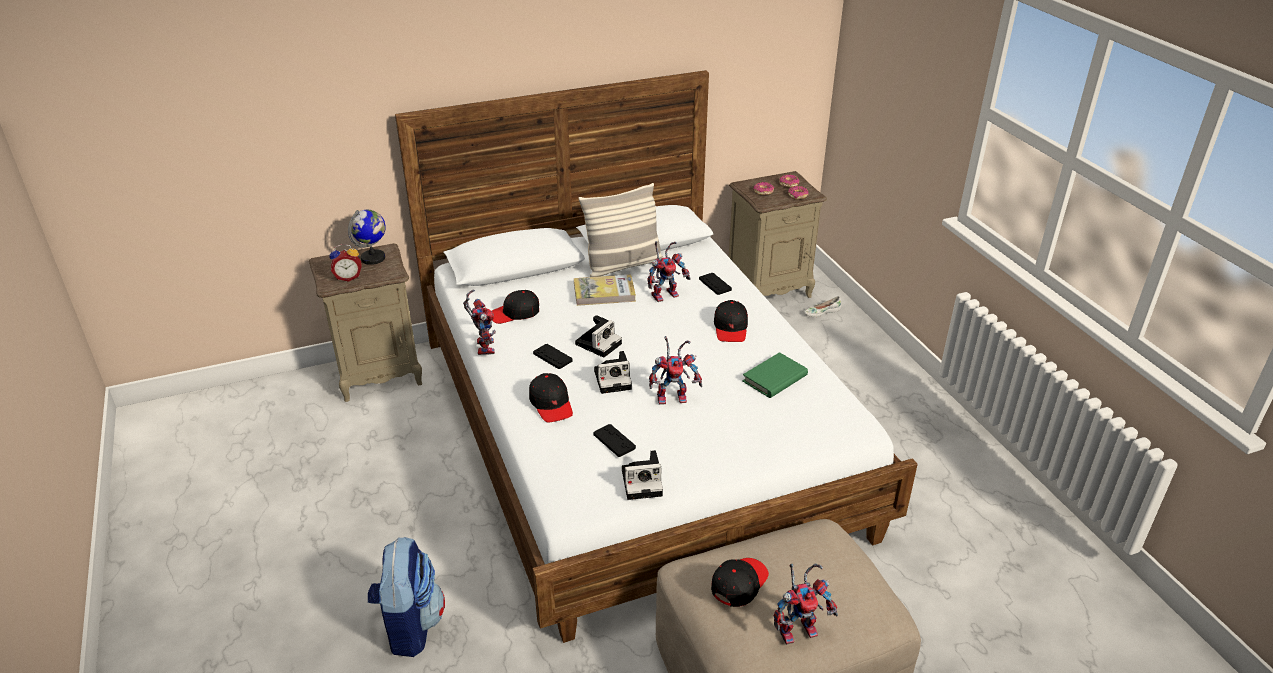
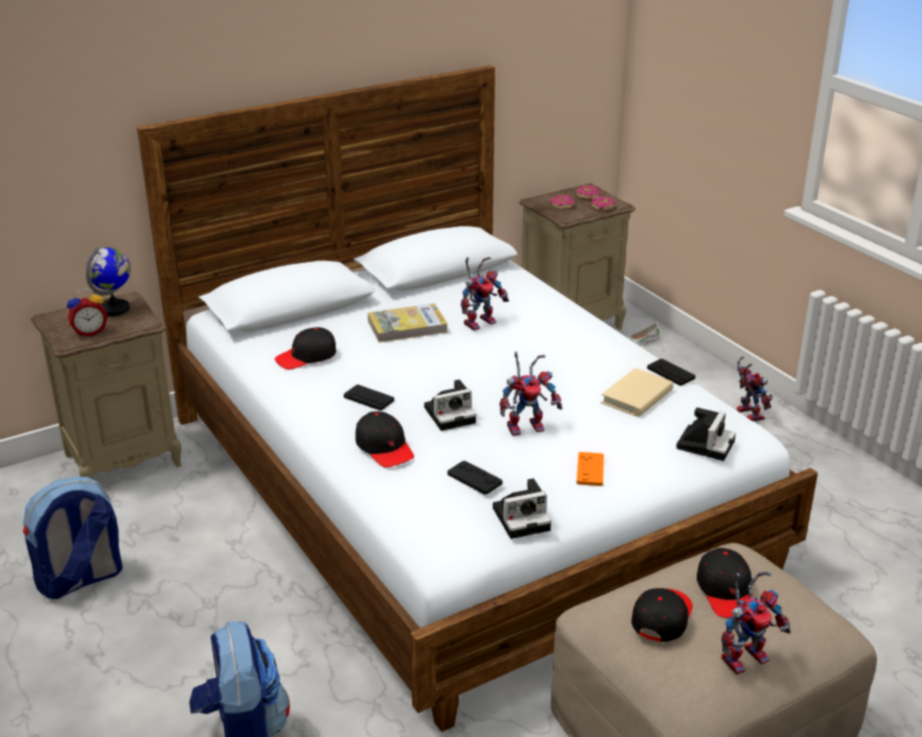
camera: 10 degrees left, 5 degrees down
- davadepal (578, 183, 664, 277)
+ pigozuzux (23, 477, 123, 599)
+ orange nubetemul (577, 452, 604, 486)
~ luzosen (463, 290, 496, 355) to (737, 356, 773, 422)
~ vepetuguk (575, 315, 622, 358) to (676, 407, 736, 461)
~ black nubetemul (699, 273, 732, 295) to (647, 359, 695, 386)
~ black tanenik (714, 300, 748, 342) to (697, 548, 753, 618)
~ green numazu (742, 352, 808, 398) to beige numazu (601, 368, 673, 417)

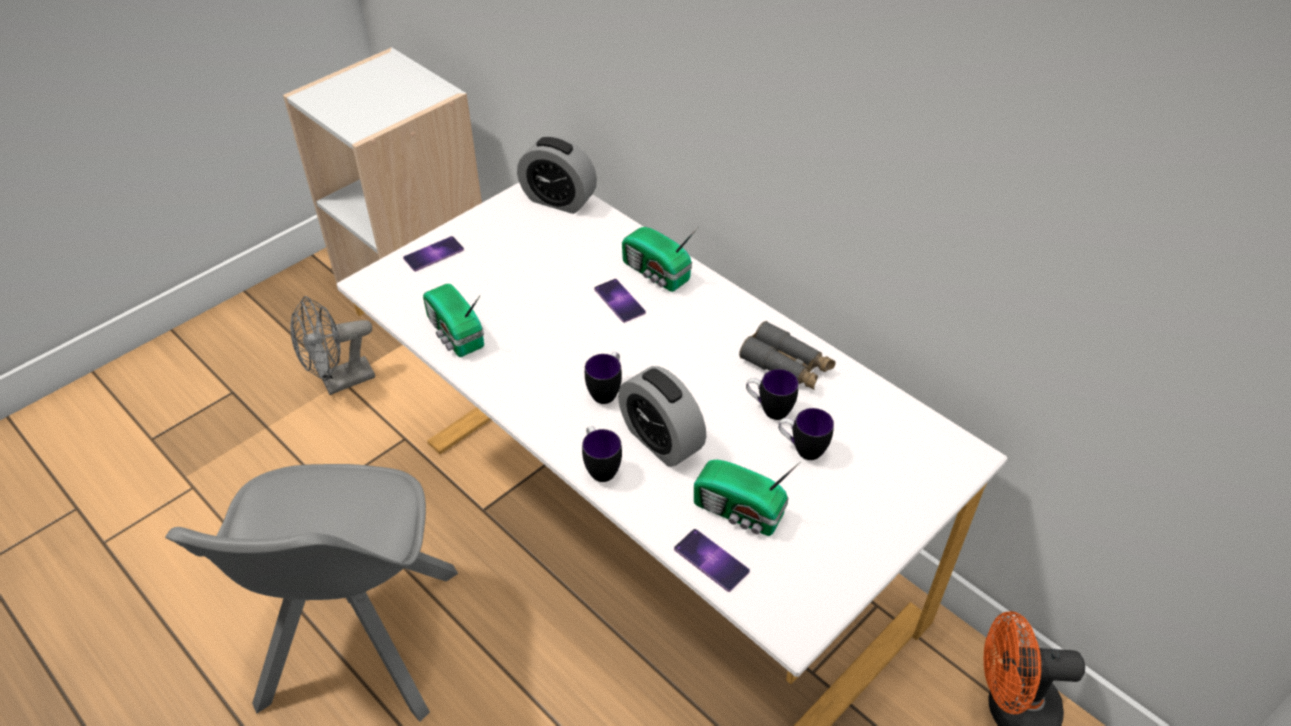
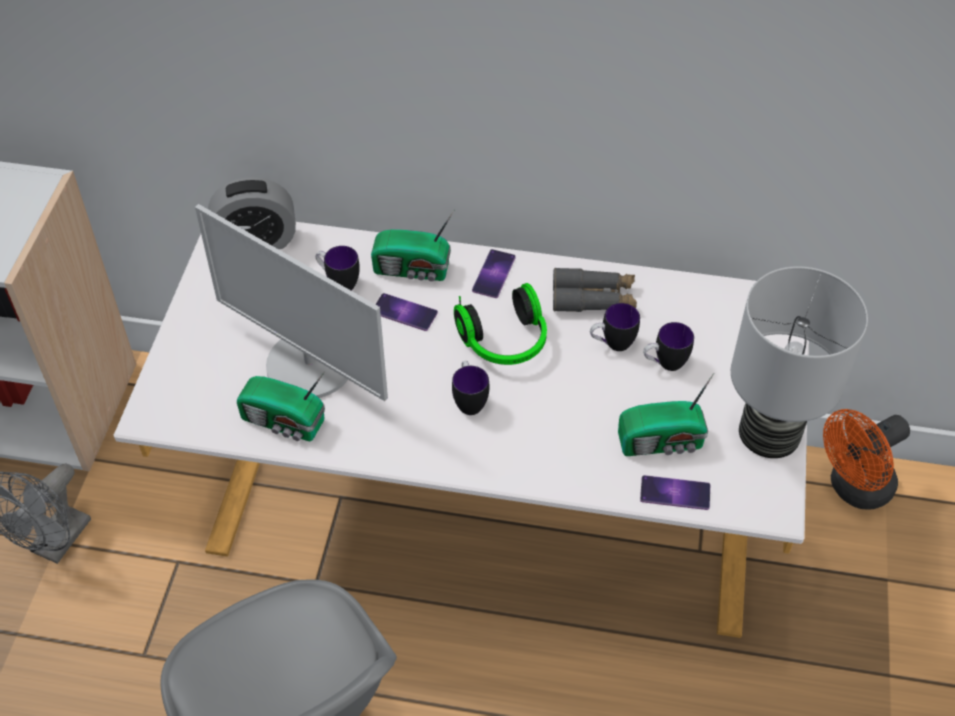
camera: 35 degrees left, 5 degrees up
- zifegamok (618, 366, 706, 467)
+ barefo (195, 204, 388, 401)
+ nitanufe (454, 283, 547, 365)
+ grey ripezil (731, 266, 868, 458)
~ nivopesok (403, 236, 464, 271) to (472, 249, 515, 298)
~ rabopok (582, 426, 622, 482) to (316, 246, 360, 290)

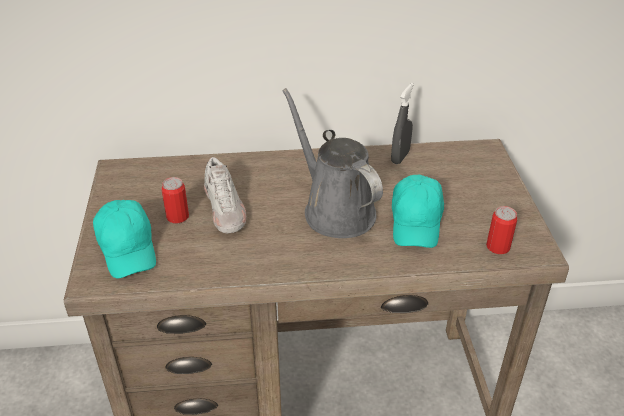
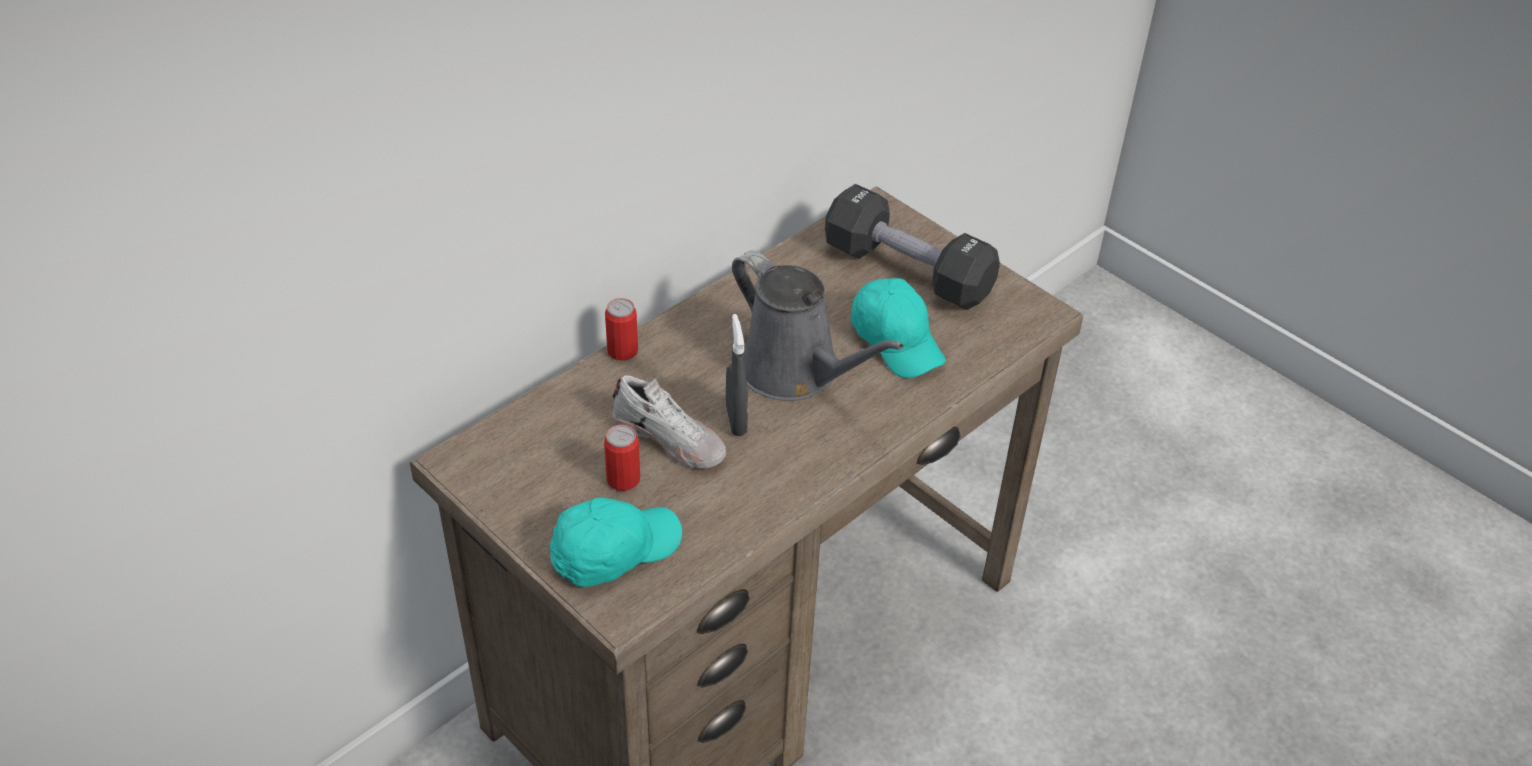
camera: 40 degrees left, 5 degrees up
+ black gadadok (825, 184, 1000, 310)
~ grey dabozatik (391, 83, 414, 164) to (726, 314, 748, 436)
~ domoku (486, 206, 517, 254) to (605, 298, 638, 360)
~ turquoise tanenik (93, 200, 156, 278) = (549, 497, 682, 587) 60 degrees counterclockwise
~ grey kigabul (282, 88, 383, 238) = (732, 250, 904, 401) 150 degrees counterclockwise

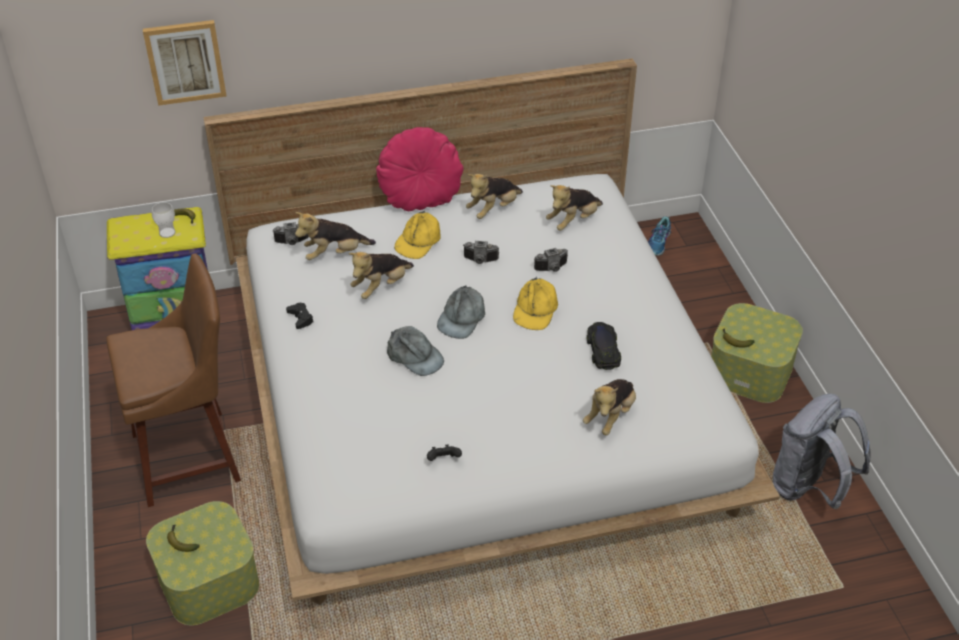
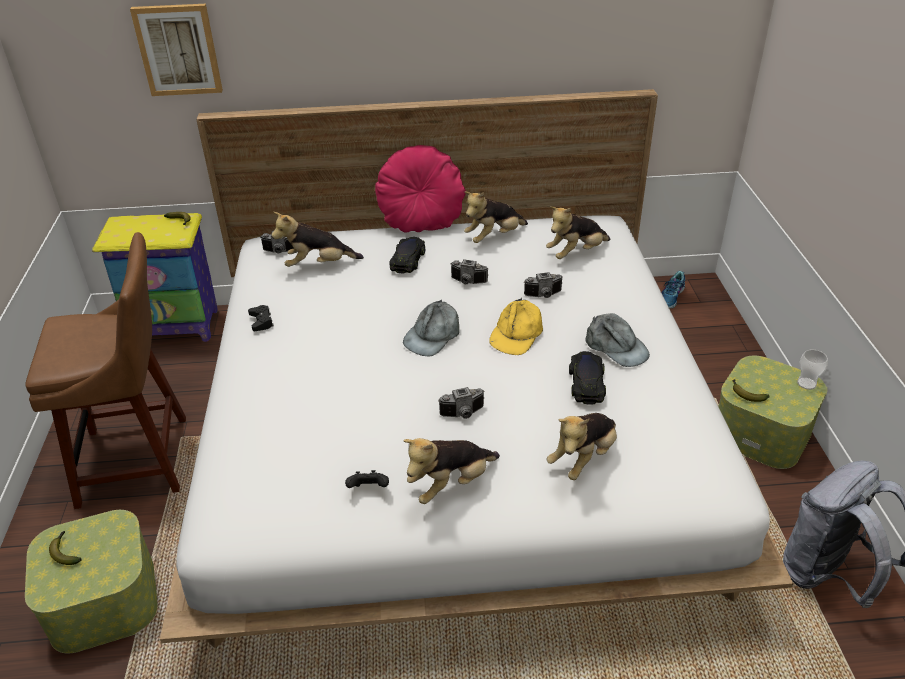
camera: 10 degrees right, 5 degrees down
+ vepetuguk (438, 387, 484, 419)
~ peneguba (152, 202, 176, 238) to (797, 350, 828, 390)
~ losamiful (349, 252, 414, 299) to (403, 438, 500, 504)
~ grey tanenik (387, 326, 444, 376) to (585, 313, 650, 367)
~ yellow tanenik (394, 211, 441, 259) to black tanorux (389, 237, 425, 273)

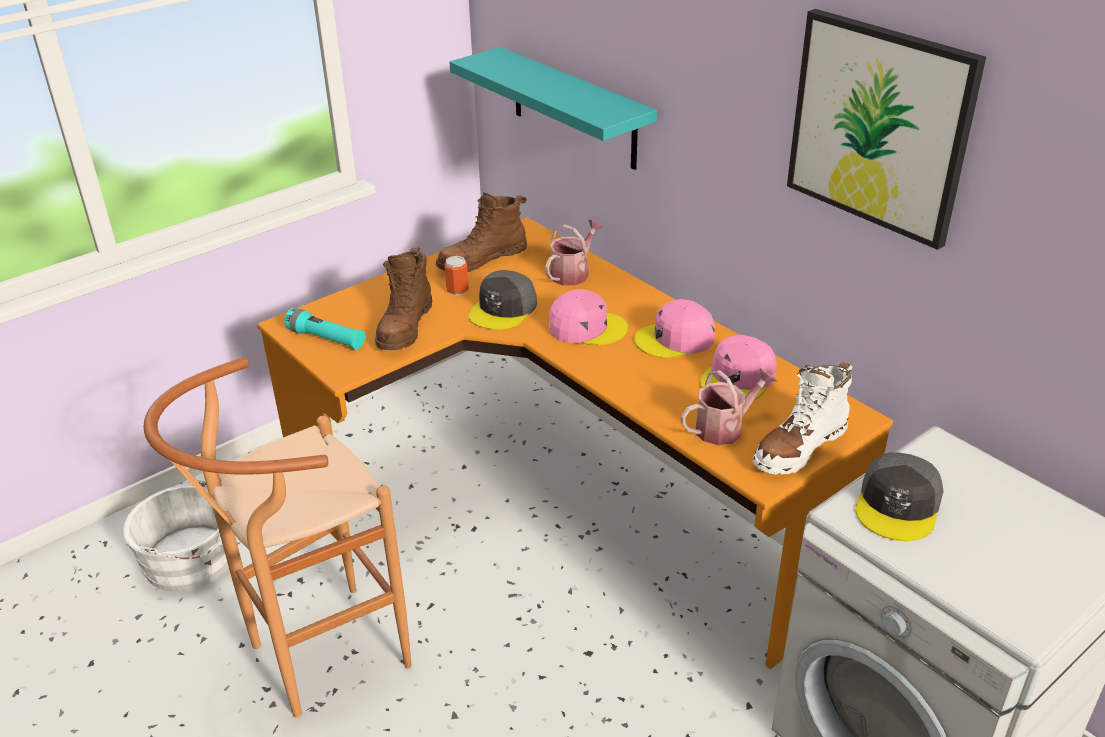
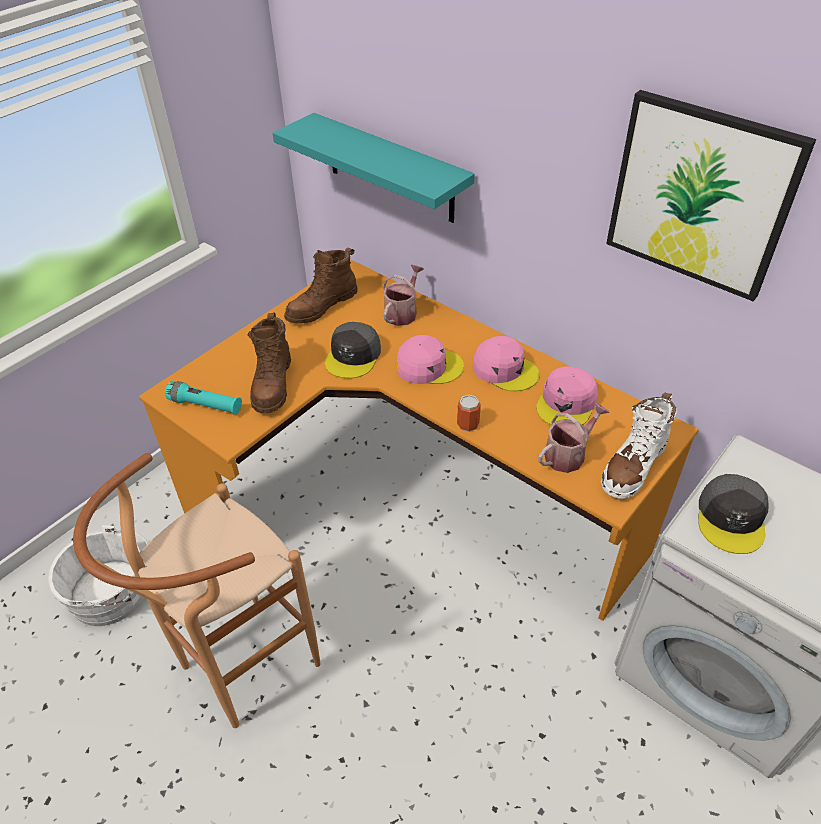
camera: 10 degrees left, 10 degrees up
~ domoku (444, 256, 469, 295) to (457, 395, 481, 432)
~ pink tanenik (634, 299, 715, 358) = (473, 336, 540, 391) 120 degrees counterclockwise

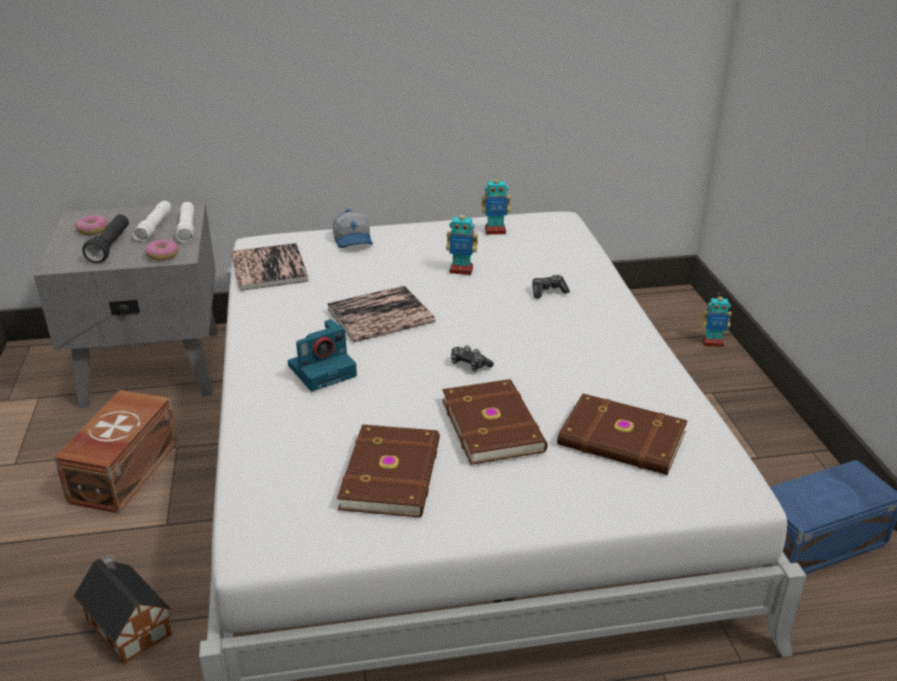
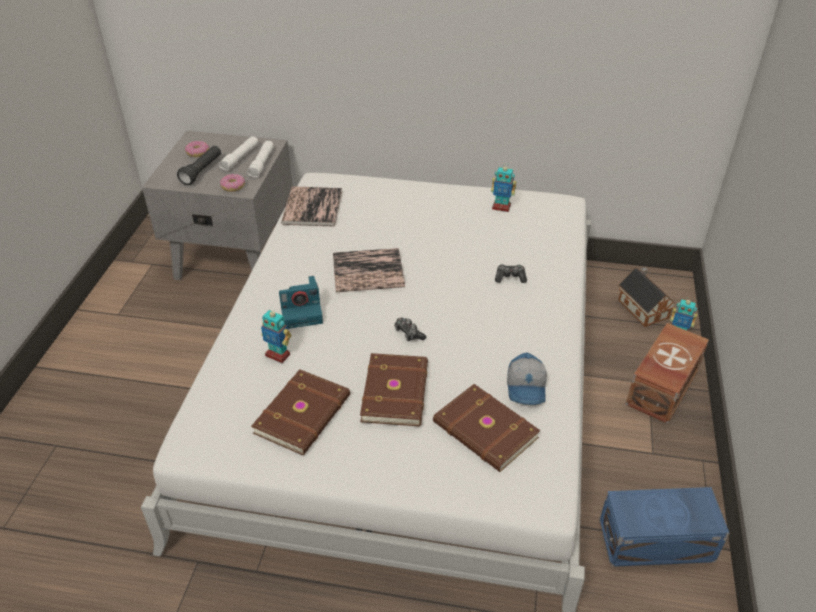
camera: 20 degrees right, 10 degrees up
~ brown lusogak (54, 390, 178, 513) to (626, 323, 709, 424)
~ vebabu (73, 555, 172, 665) to (619, 267, 676, 327)
~ tanenik (333, 209, 373, 248) to (507, 352, 547, 405)
~ luzosen (446, 209, 478, 275) to (261, 308, 291, 363)

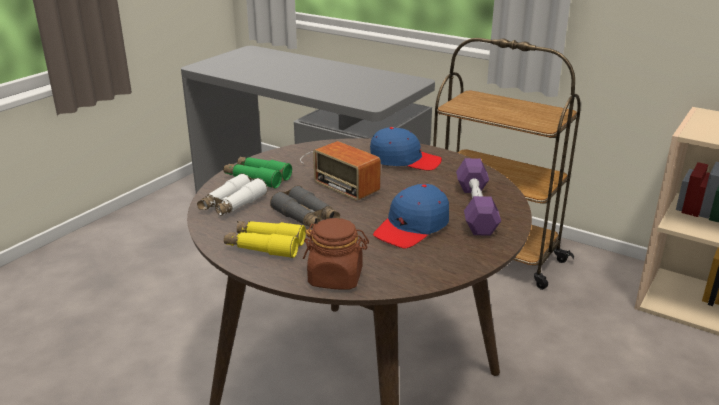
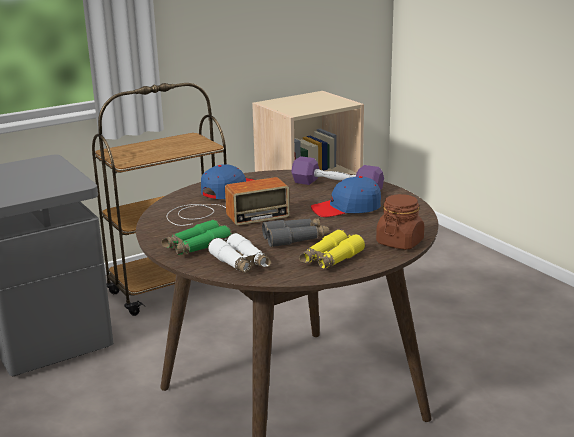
camera: 65 degrees left, 5 degrees down
~ blue tanenik (373, 184, 449, 248) = (311, 176, 381, 217) 105 degrees clockwise

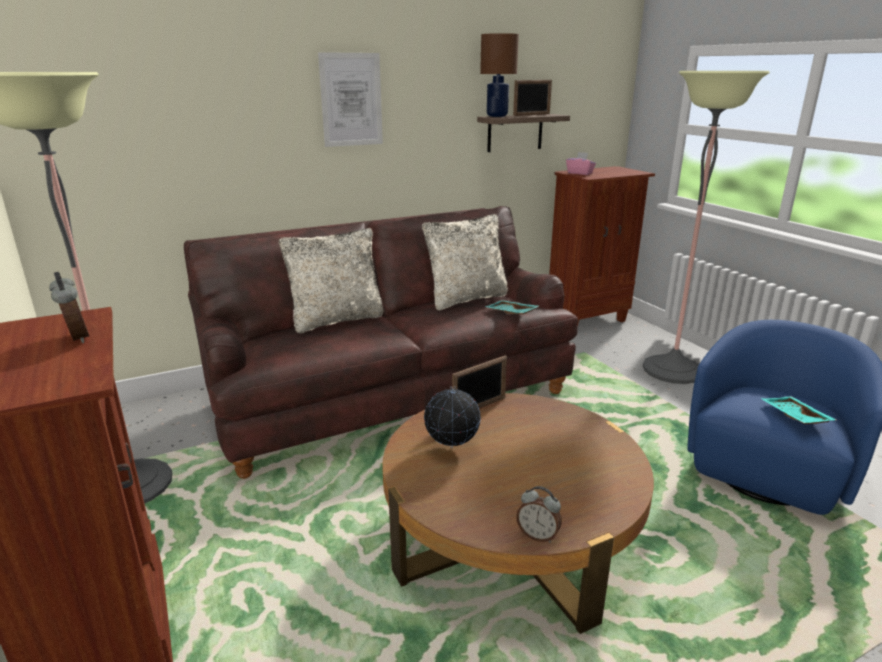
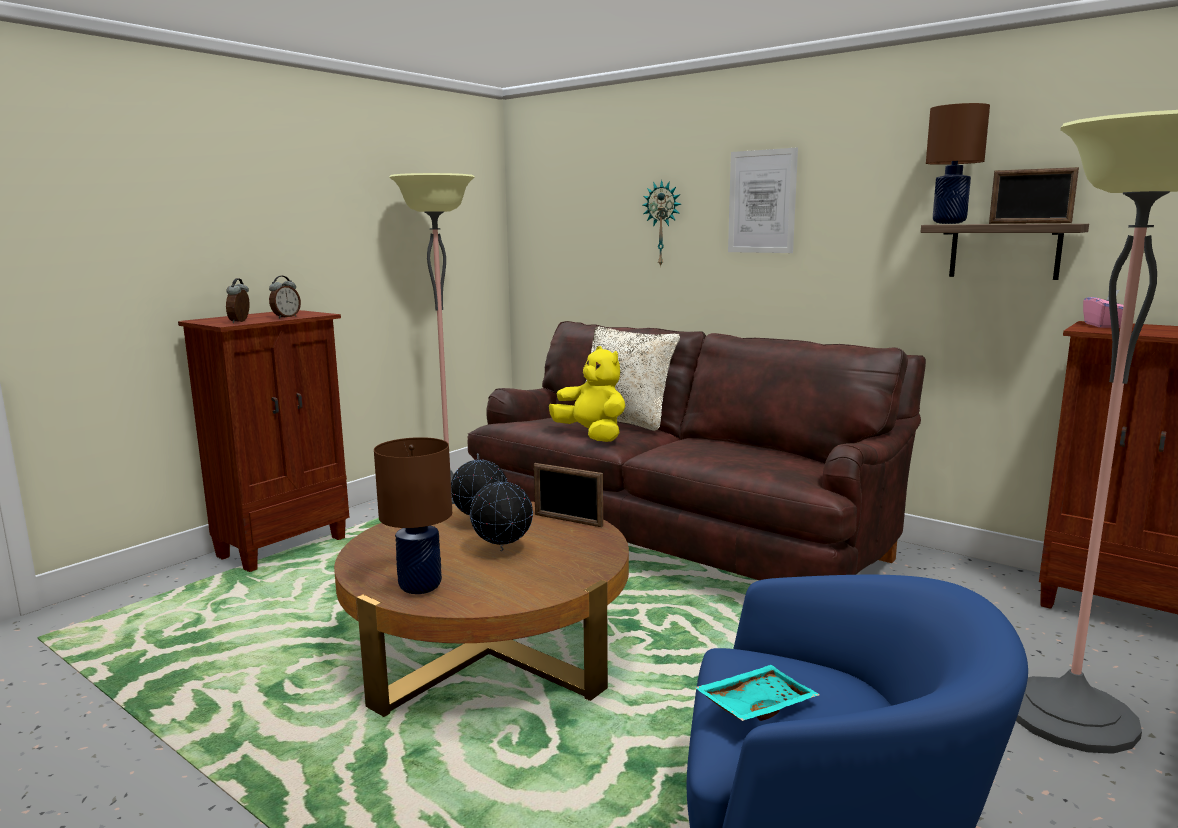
camera: 65 degrees right, 10 degrees down
- beige davadepal (422, 214, 508, 310)
- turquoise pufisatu (485, 300, 539, 314)
+ brown ripezil (374, 437, 452, 594)
+ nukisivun (470, 475, 533, 551)
+ yellow losamiful (549, 346, 625, 442)
+ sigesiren (643, 180, 681, 267)
~ zifegamok (516, 486, 562, 542) to (226, 278, 250, 323)

